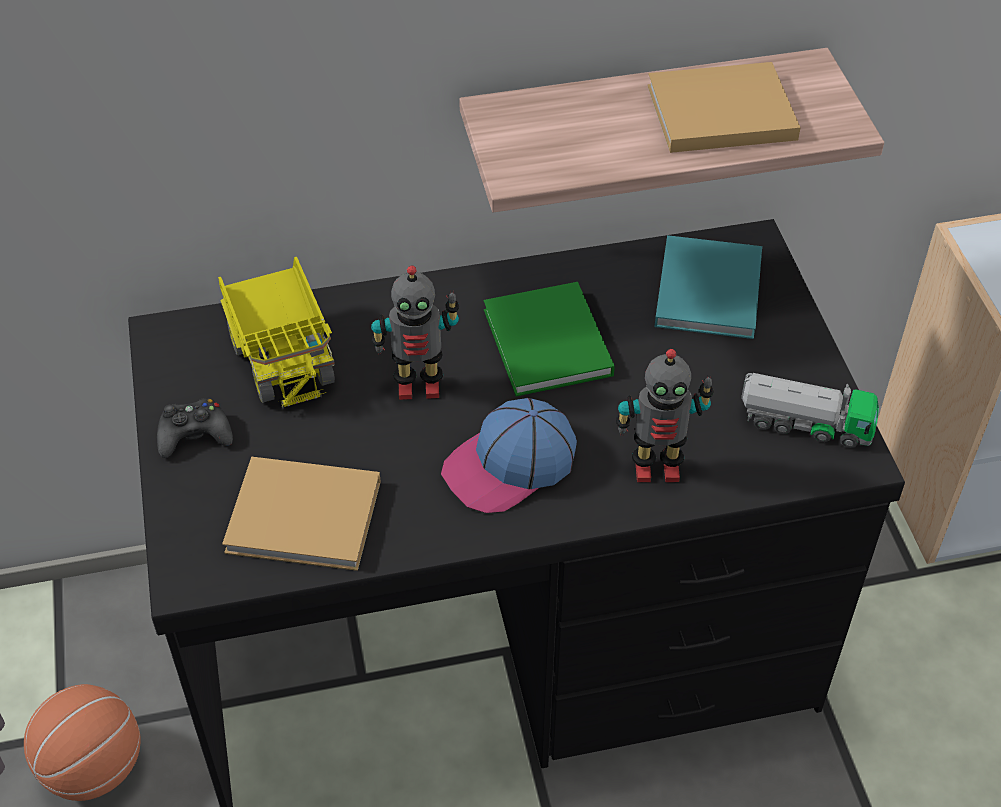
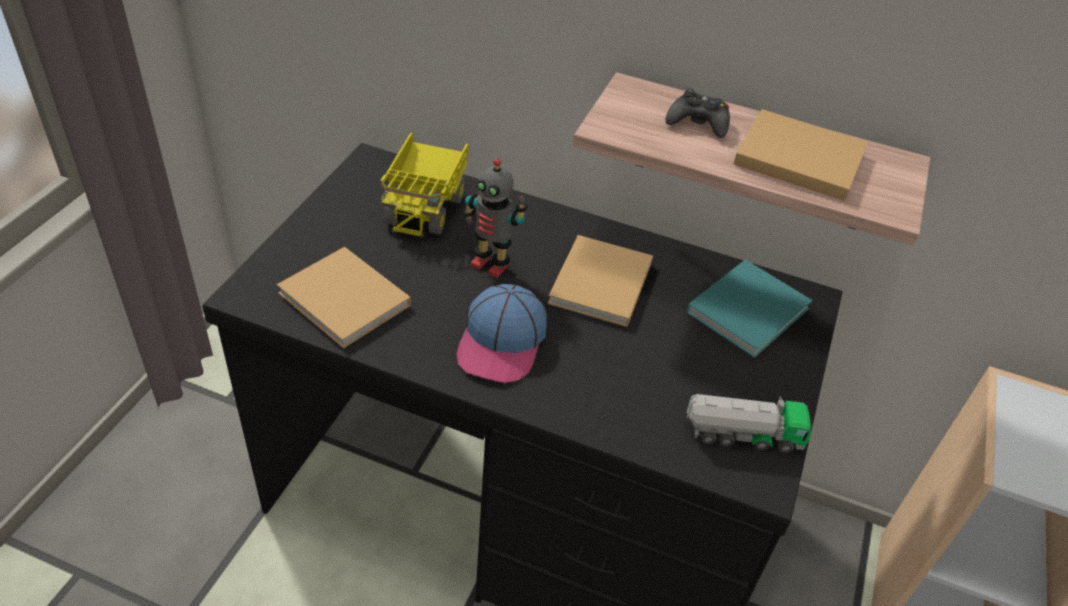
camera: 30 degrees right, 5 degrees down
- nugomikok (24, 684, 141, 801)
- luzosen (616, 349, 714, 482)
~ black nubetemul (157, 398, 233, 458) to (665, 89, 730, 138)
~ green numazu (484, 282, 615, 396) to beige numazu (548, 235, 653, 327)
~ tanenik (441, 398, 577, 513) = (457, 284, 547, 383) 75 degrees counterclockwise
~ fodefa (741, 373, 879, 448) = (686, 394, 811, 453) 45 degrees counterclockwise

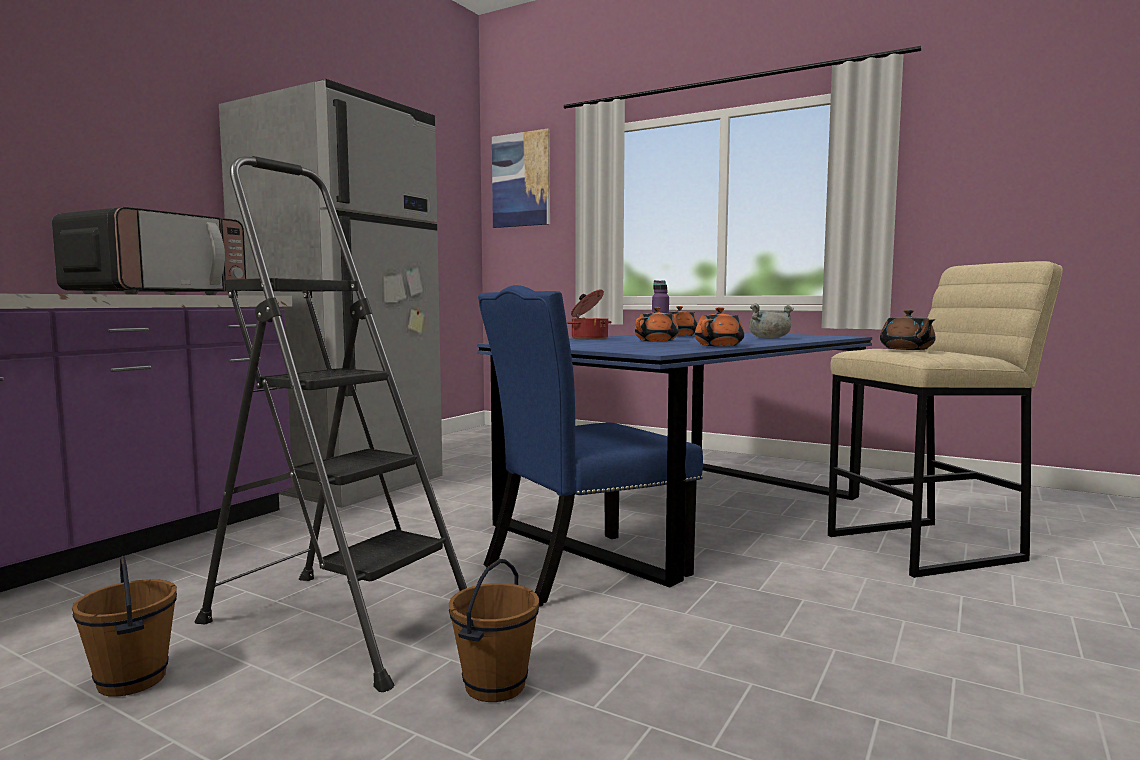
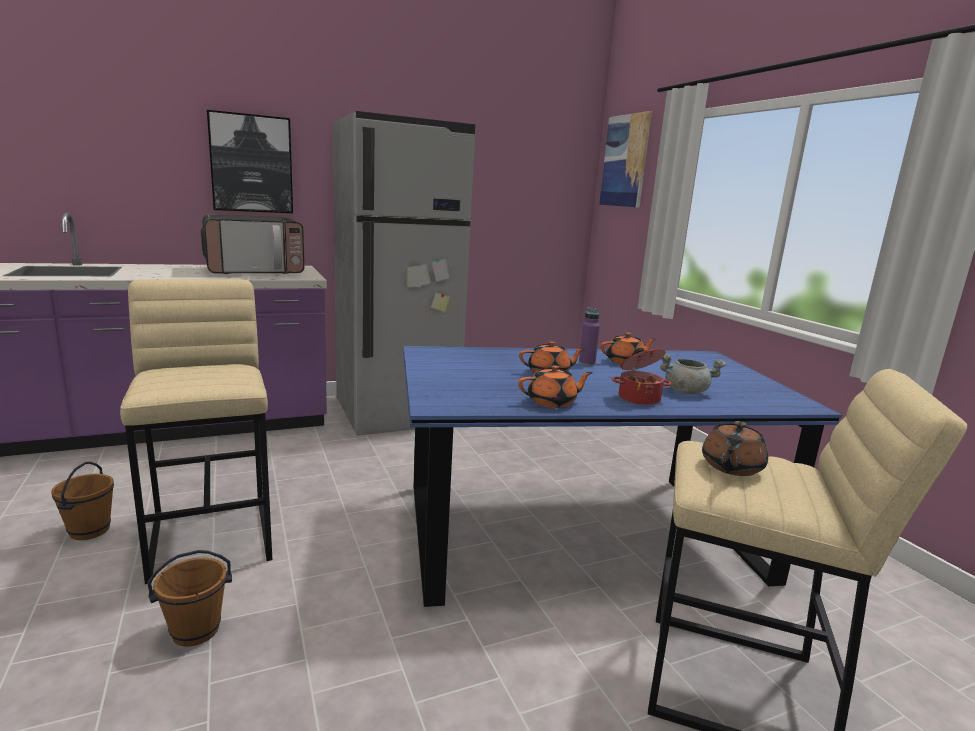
camera: 35 degrees right, 10 degrees up
- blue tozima (478, 285, 703, 607)
+ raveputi (207, 110, 293, 213)
~ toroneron (567, 289, 612, 340) to (612, 348, 672, 406)
~ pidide (195, 156, 467, 692) to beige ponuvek (120, 279, 272, 584)

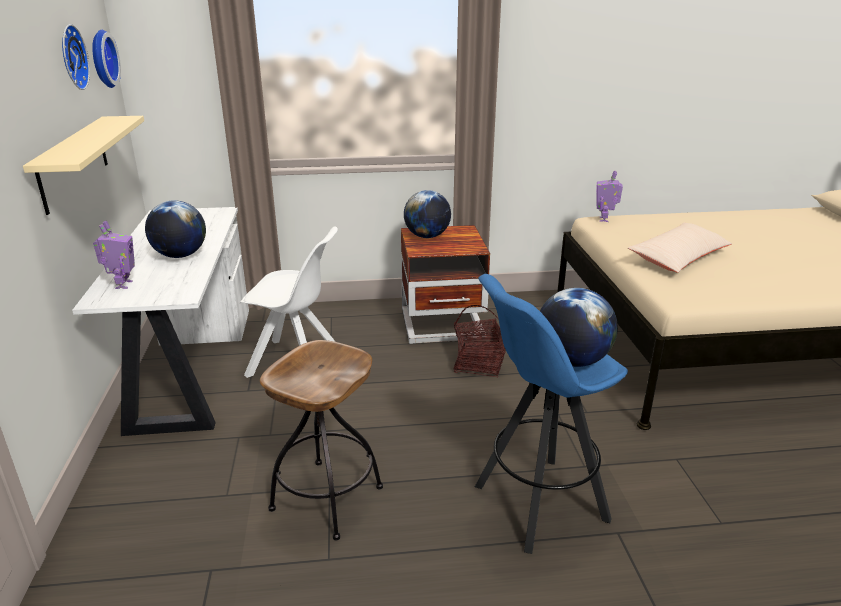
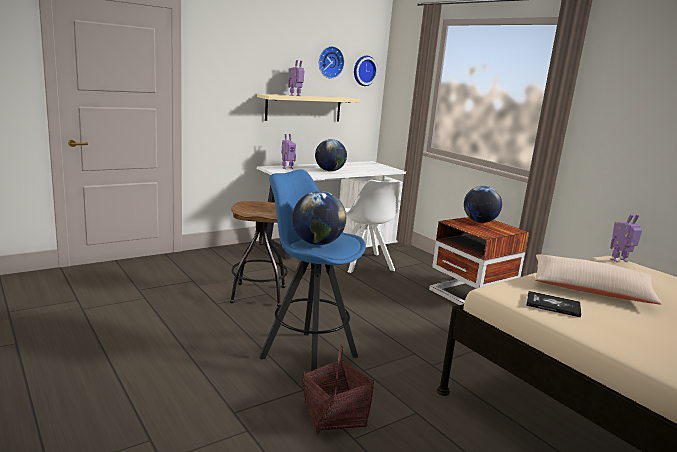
camera: 60 degrees right, 10 degrees down
+ luzosen (288, 60, 304, 96)
+ numazu (526, 291, 581, 318)
~ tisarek (454, 305, 506, 377) to (302, 344, 374, 435)

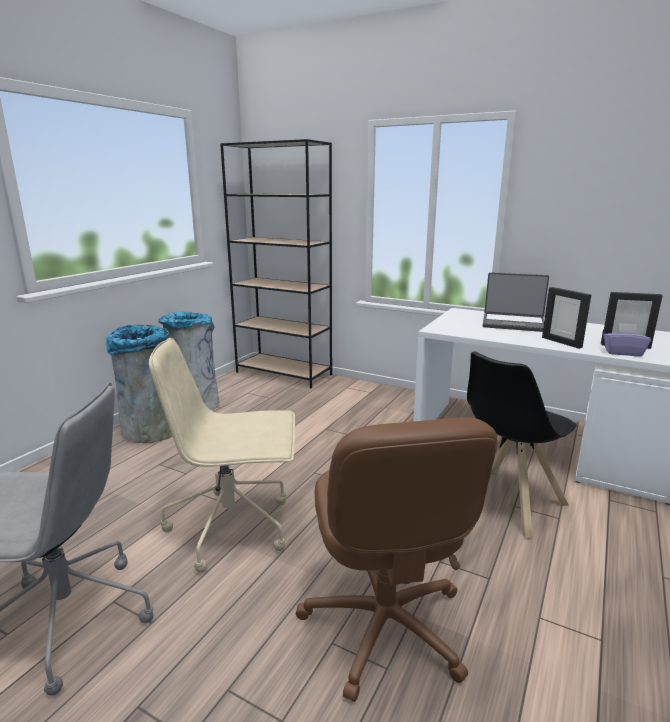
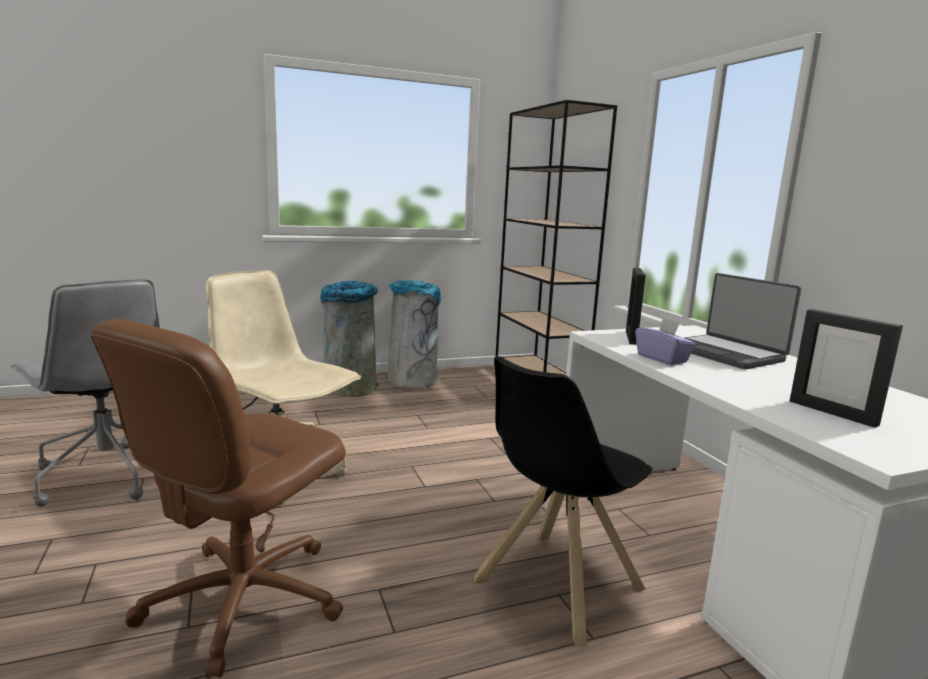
camera: 40 degrees right, 5 degrees down
~ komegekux (542, 287, 591, 349) to (626, 268, 646, 345)
~ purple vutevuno (603, 323, 651, 356) to (635, 318, 696, 365)
~ black tozima (467, 352, 577, 539) = (474, 356, 652, 647) 45 degrees counterclockwise

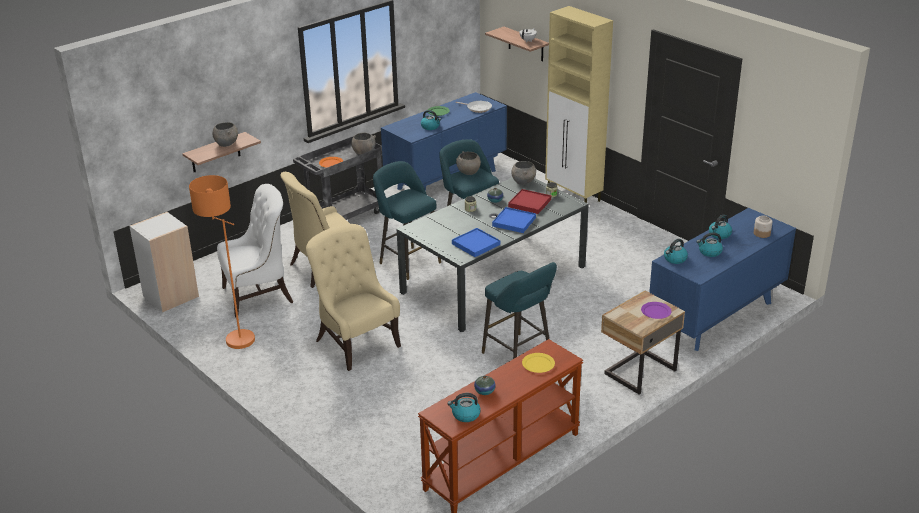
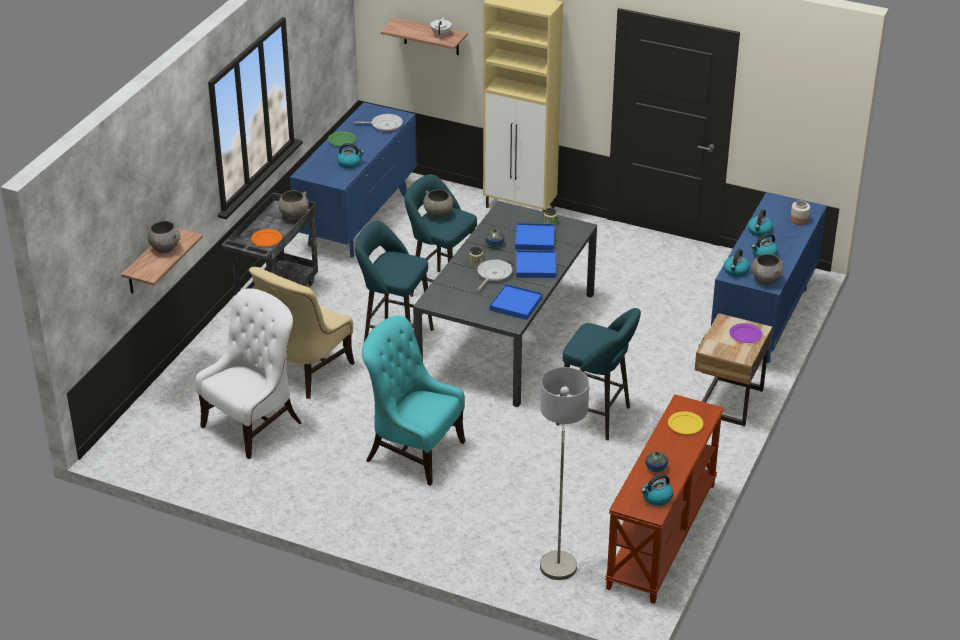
camera: 25 degrees left, 5 degrees up
- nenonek (129, 212, 199, 312)
- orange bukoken (189, 175, 255, 349)
+ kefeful (477, 259, 512, 291)
+ grey bukoken (540, 367, 589, 580)
~ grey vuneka (511, 161, 536, 185) to (752, 254, 784, 285)
~ beige tozima (306, 224, 401, 371) to turquoise tozima (362, 316, 465, 486)
~ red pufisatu (508, 189, 551, 214) to blue pufisatu (515, 223, 555, 250)

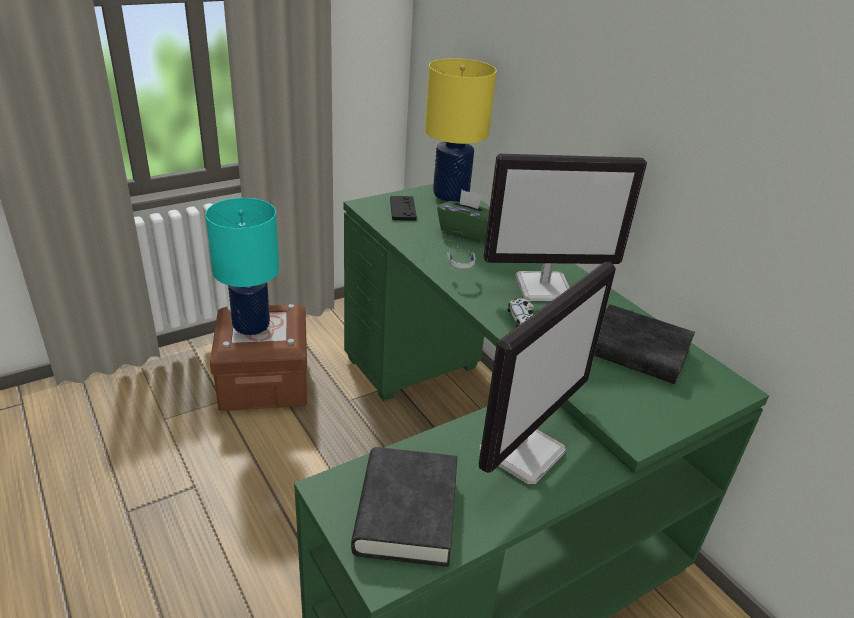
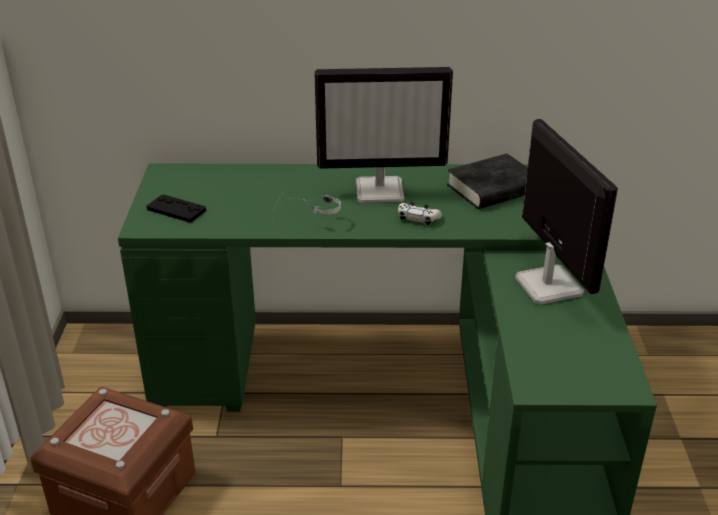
camera: 55 degrees left, 0 degrees up
- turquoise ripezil (205, 198, 279, 335)
- black numazu (351, 447, 457, 567)
- yellow ripezil (425, 58, 497, 202)
- green vutevuno (437, 190, 489, 242)
~ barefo (483, 154, 647, 301) = (315, 67, 453, 203) 60 degrees clockwise

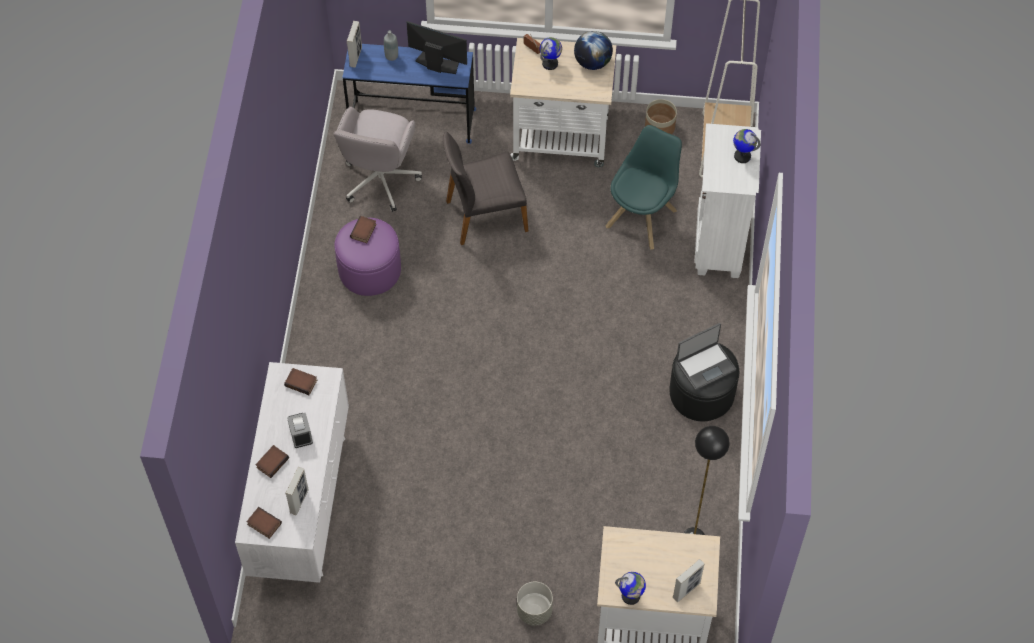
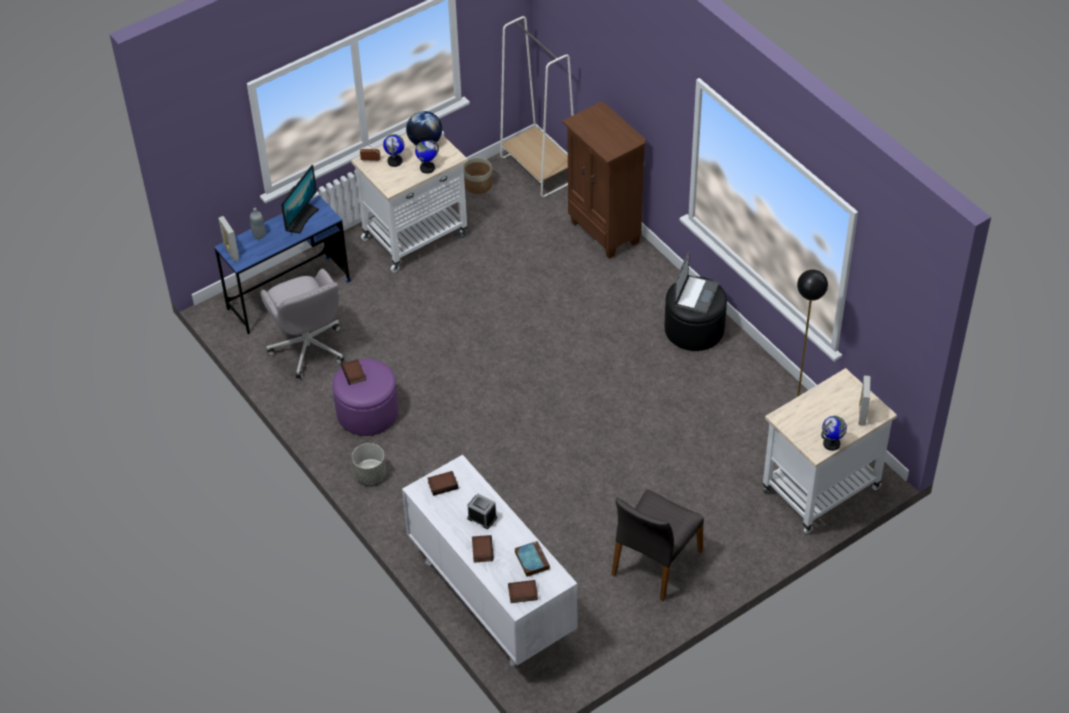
camera: 40 degrees left, 10 degrees down
- turquoise tozima (606, 125, 682, 250)
~ grey tozima (443, 132, 528, 245) to (612, 490, 704, 601)
~ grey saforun (517, 582, 553, 626) to (352, 443, 386, 484)
~ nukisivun (733, 129, 760, 163) to (415, 140, 439, 174)
~ komegekux (285, 467, 309, 515) to numazu (515, 541, 550, 577)
~ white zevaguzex (694, 123, 761, 278) to brown zevaguzex (562, 102, 646, 259)
~ barefo (407, 21, 467, 74) = (281, 165, 319, 234) 135 degrees clockwise

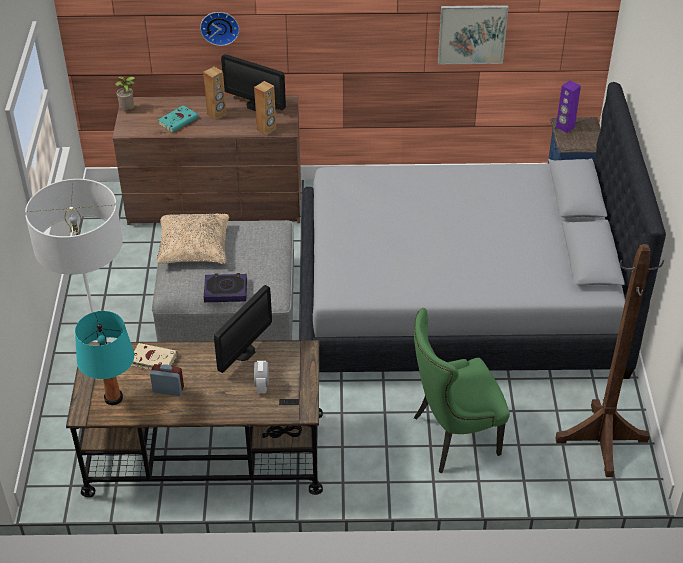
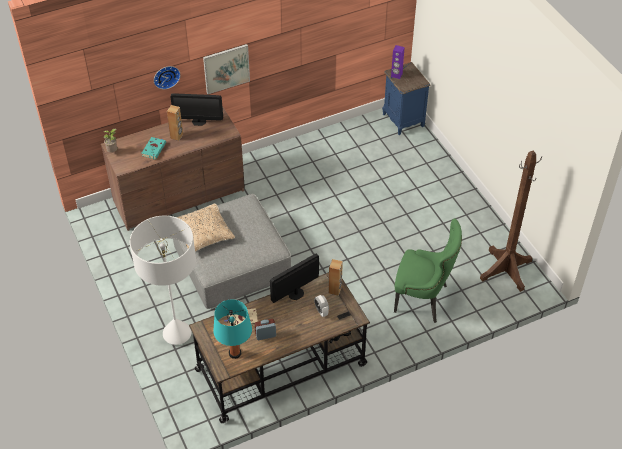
camera: 25 degrees left, 5 degrees up
- numazu (204, 273, 247, 302)
- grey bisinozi (300, 82, 666, 379)
~ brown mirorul (254, 81, 276, 135) to (329, 259, 343, 296)
~ raveputi (438, 5, 509, 64) to (203, 44, 250, 94)
~ barefo (214, 285, 272, 373) = (270, 253, 319, 303) 135 degrees counterclockwise
~ green tozima (414, 308, 510, 473) = (394, 218, 462, 323) 120 degrees counterclockwise

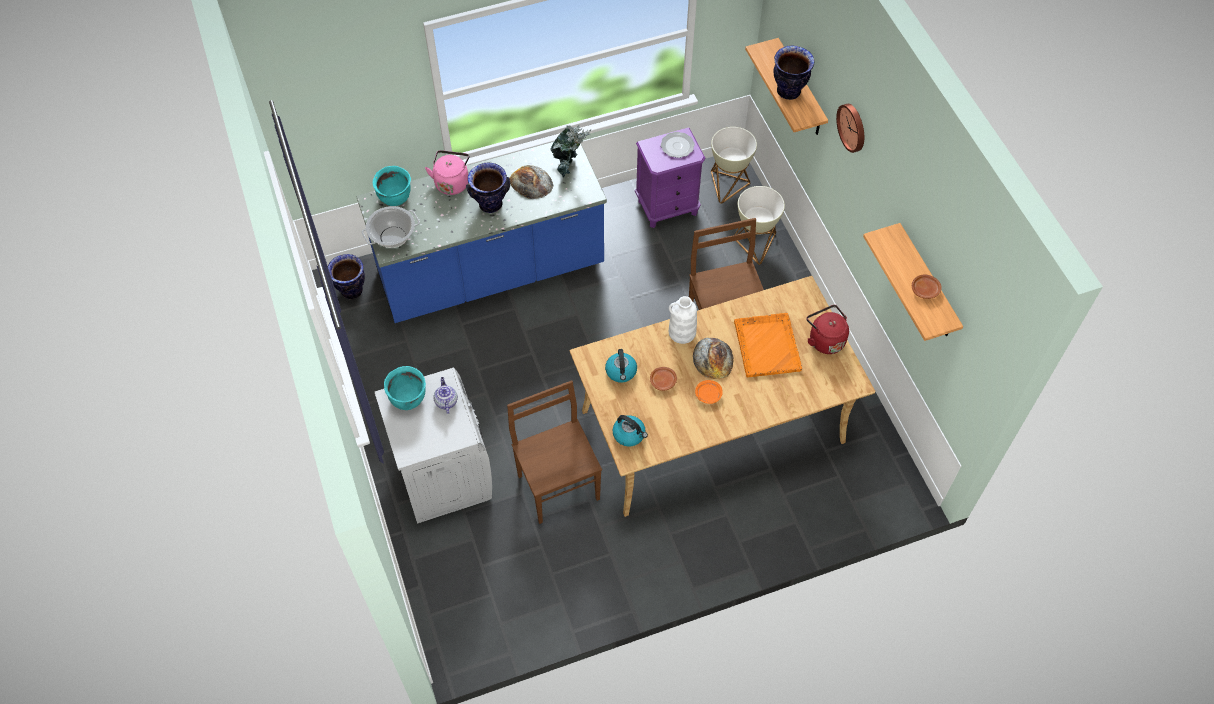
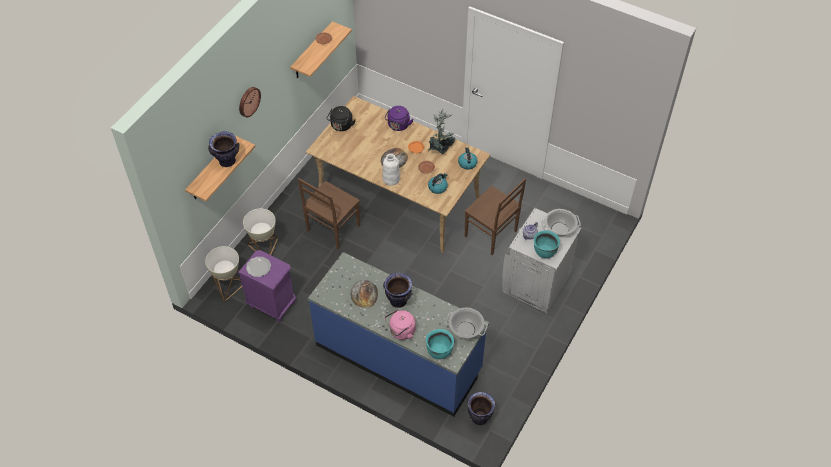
camera: 130 degrees left, 5 degrees down
- orange pufisatu (734, 313, 802, 377)
+ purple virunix (385, 106, 414, 131)
+ toroneron (541, 209, 581, 237)
~ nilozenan (551, 125, 591, 178) to (428, 109, 455, 154)
~ red virunix (806, 305, 849, 354) to black virunix (327, 106, 355, 131)
~ brown tozima (507, 380, 602, 524) = (465, 178, 526, 255) 75 degrees counterclockwise

